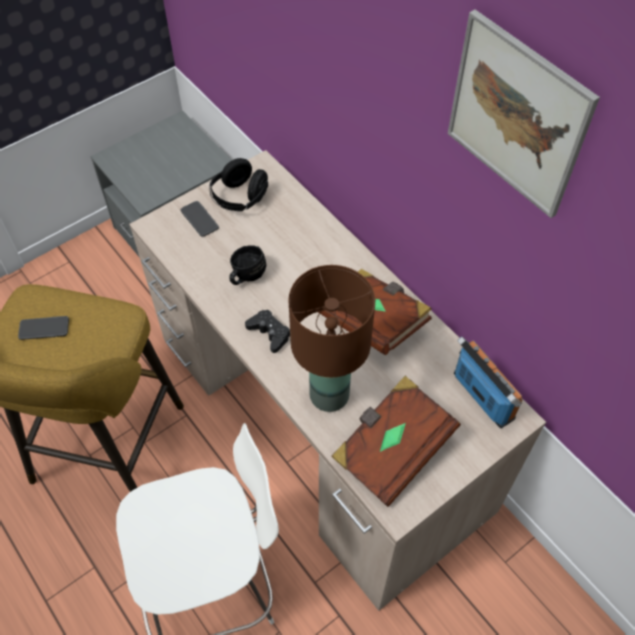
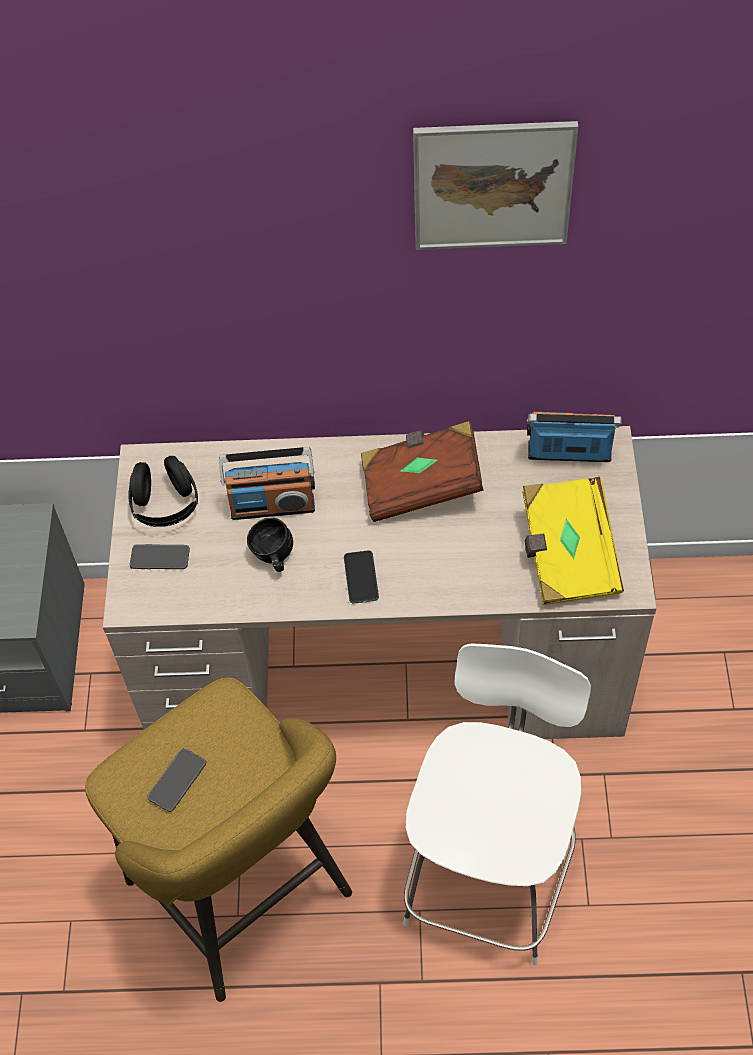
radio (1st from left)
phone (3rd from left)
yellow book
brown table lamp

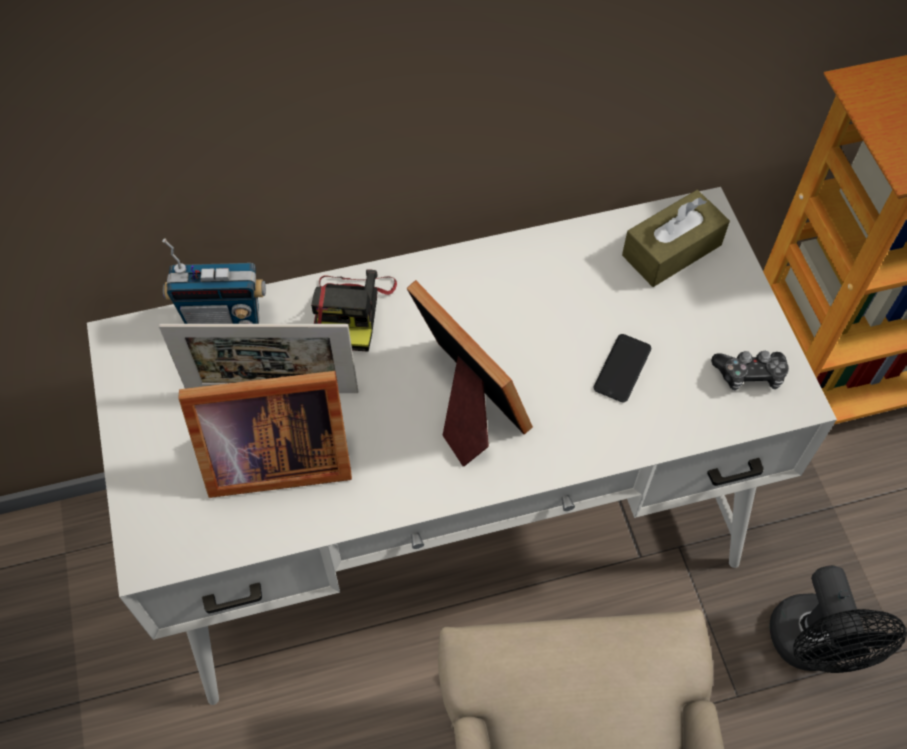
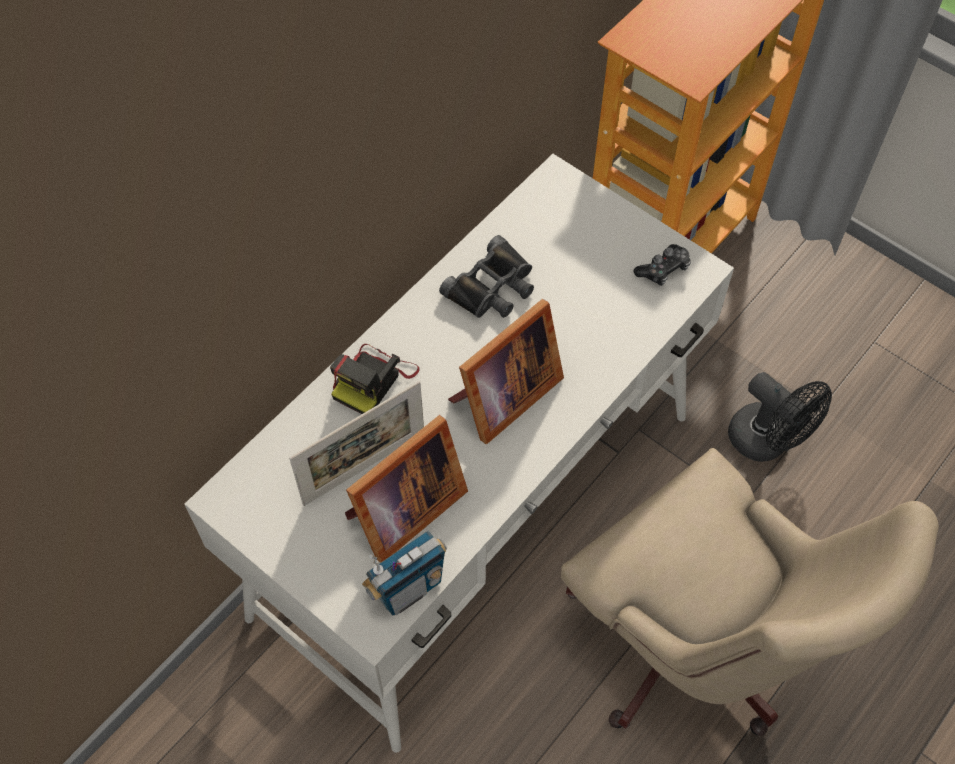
photo camera
radio
black binoculars
picture frame (3rd from left)
phone
brown tissue box

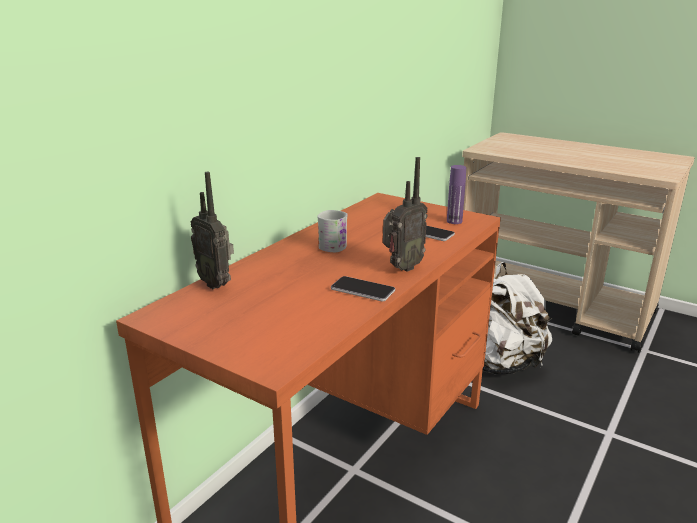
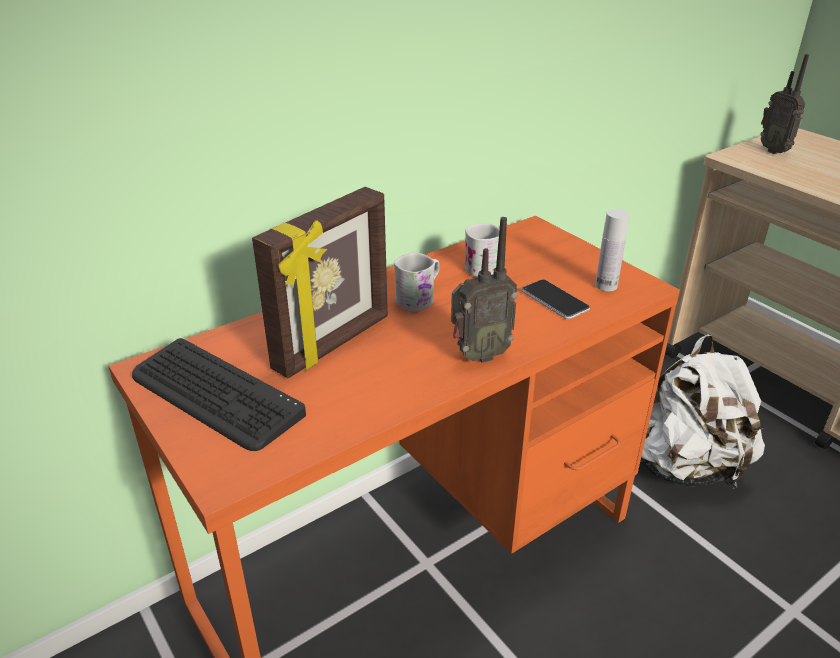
keyboard
picture frame
white mug (2nd from left)
white bottle
radio (2nd from left)
phone (1st from left in the first image)

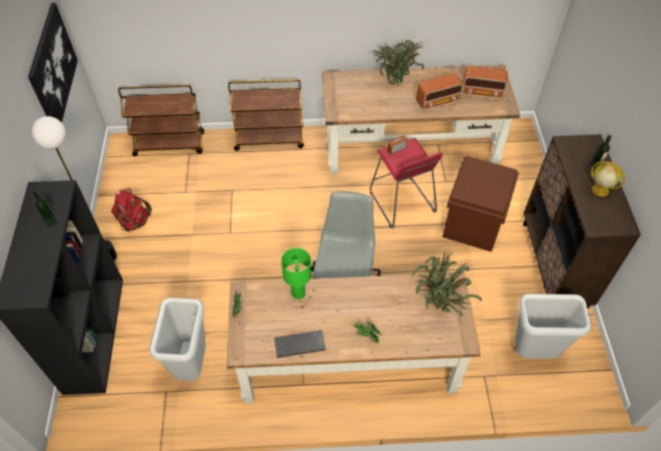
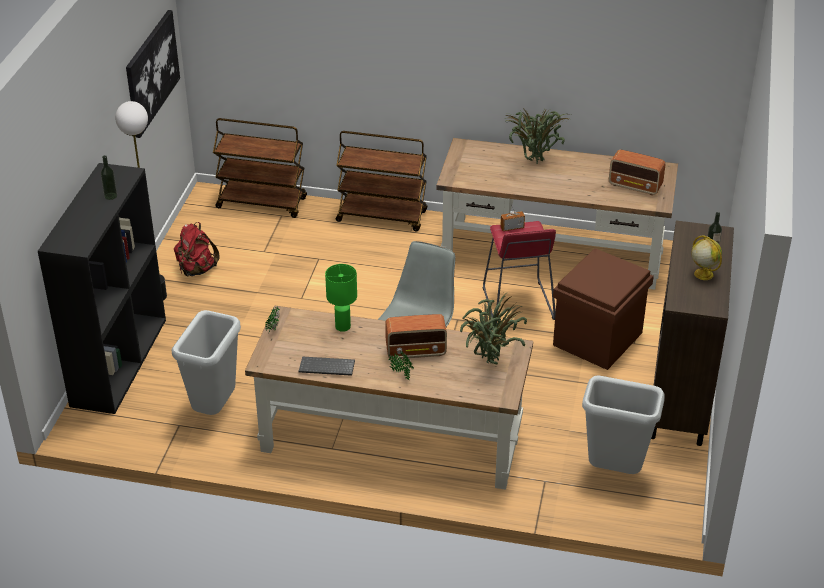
radio (1st from left)

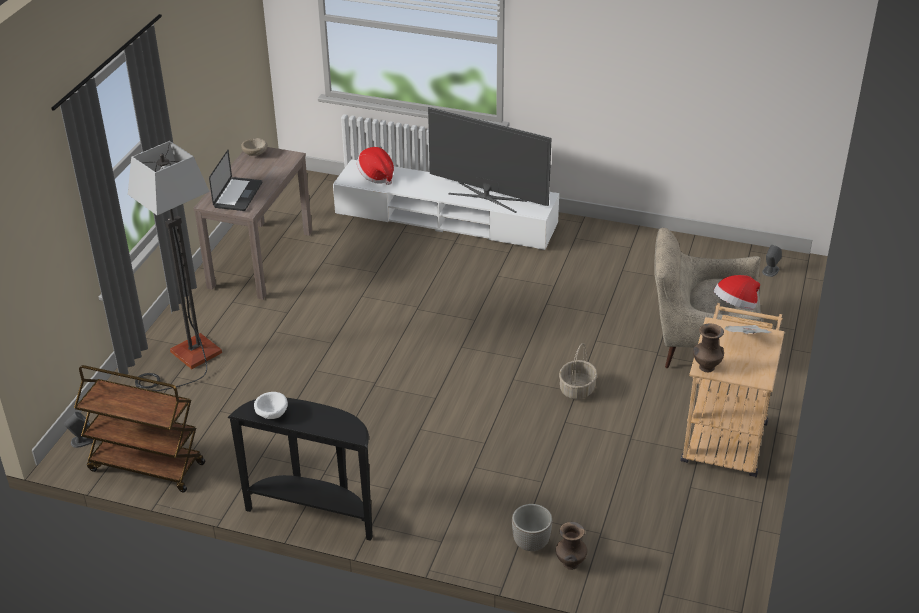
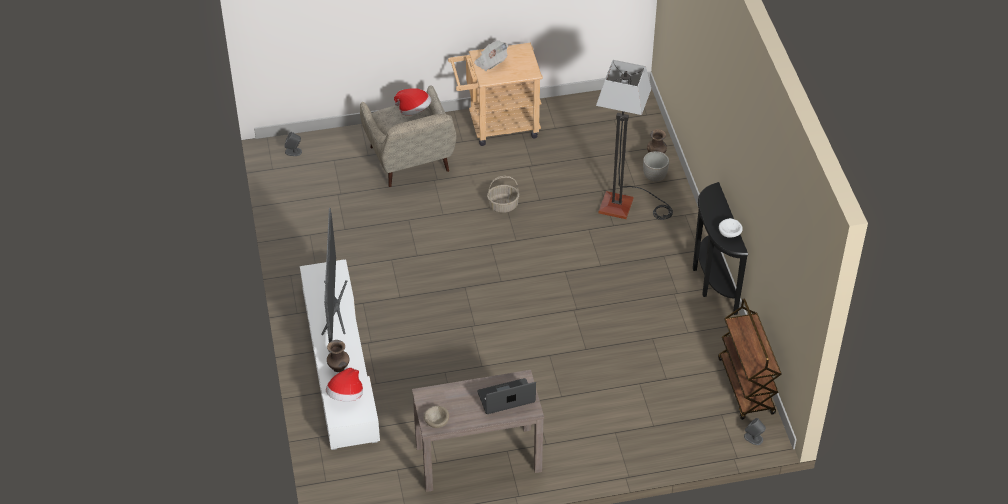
brown vase (1st from left)
floor lamp

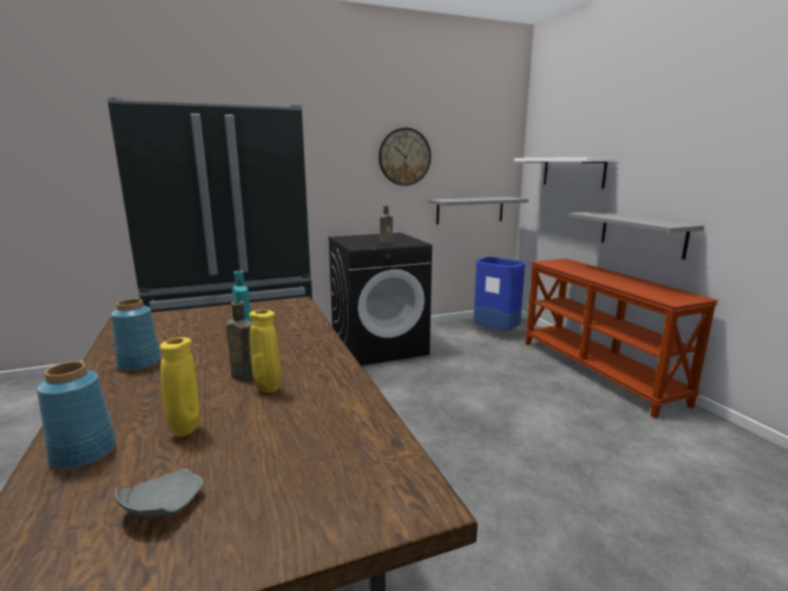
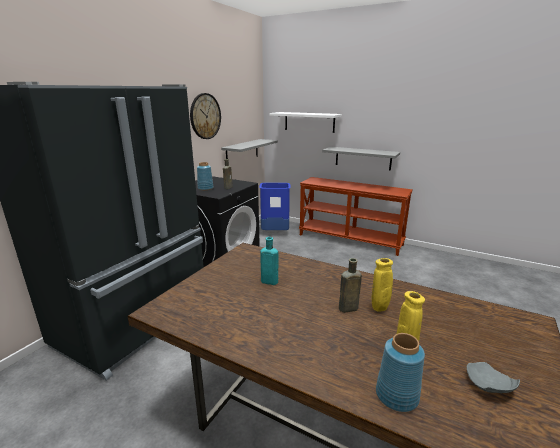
blue vase (1st from left)

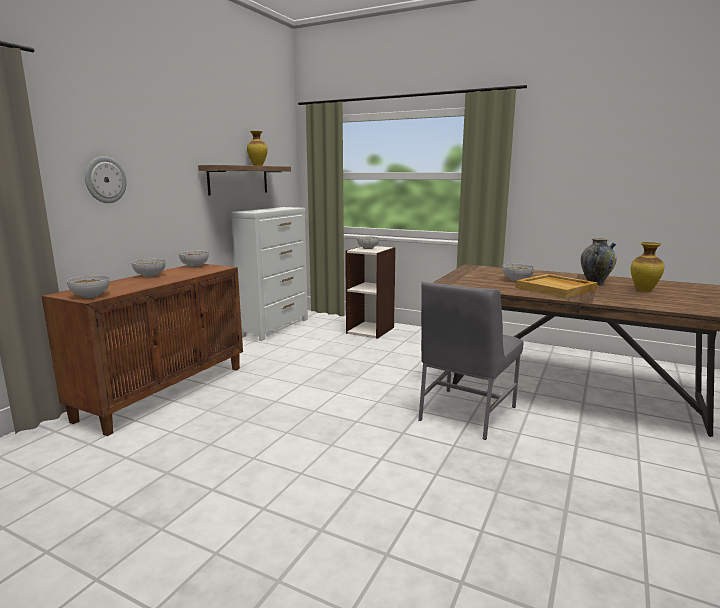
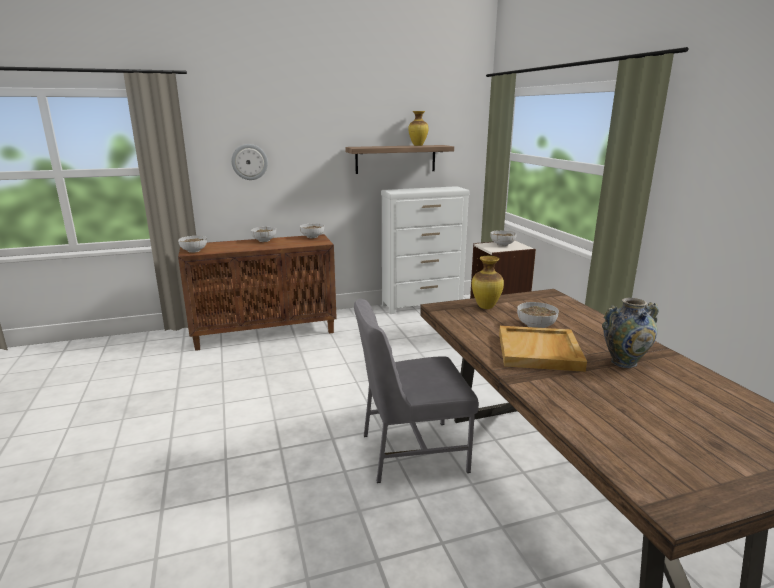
vase (2nd from left)

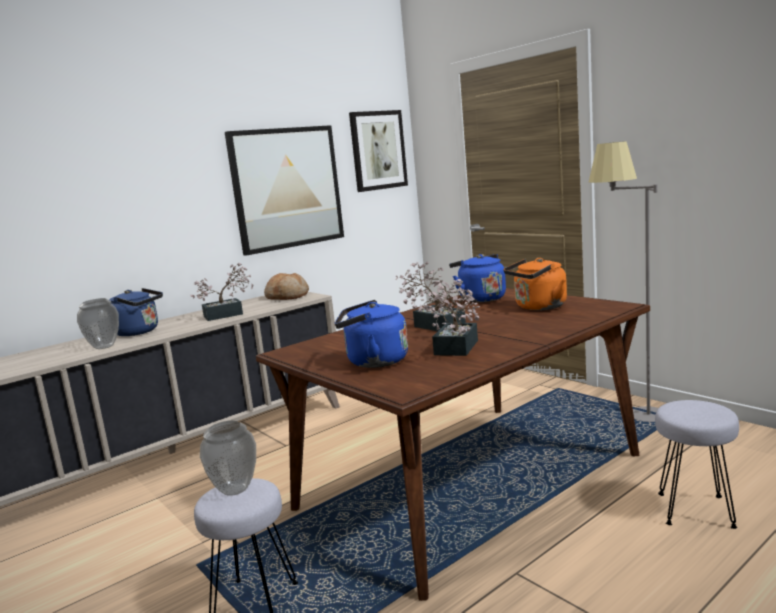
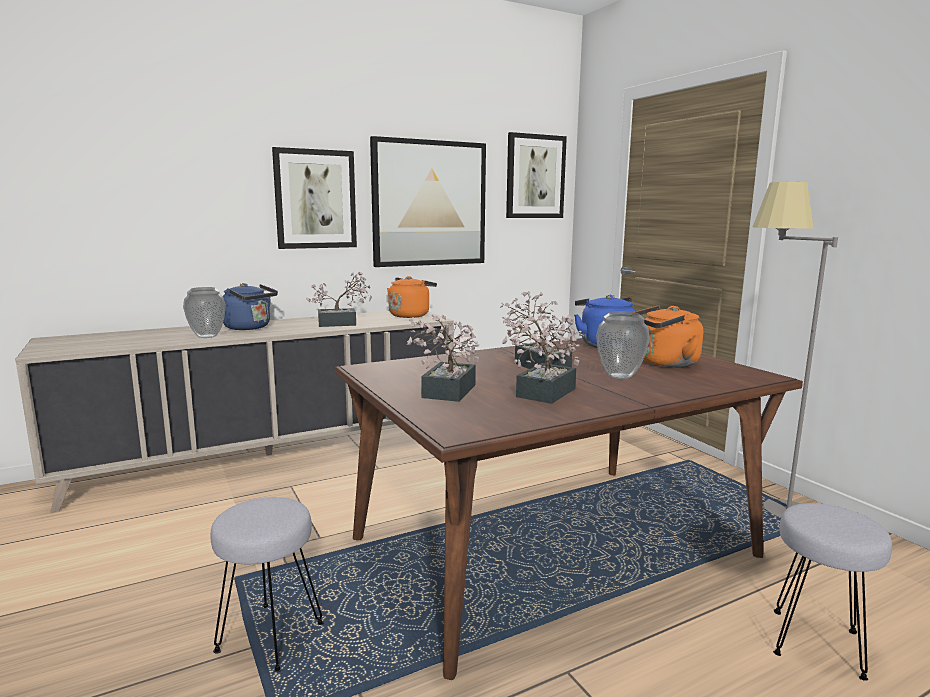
picture (1st from left)
orange kettle (1st from left)
potted plant (2nd from left)
vase (2nd from left)

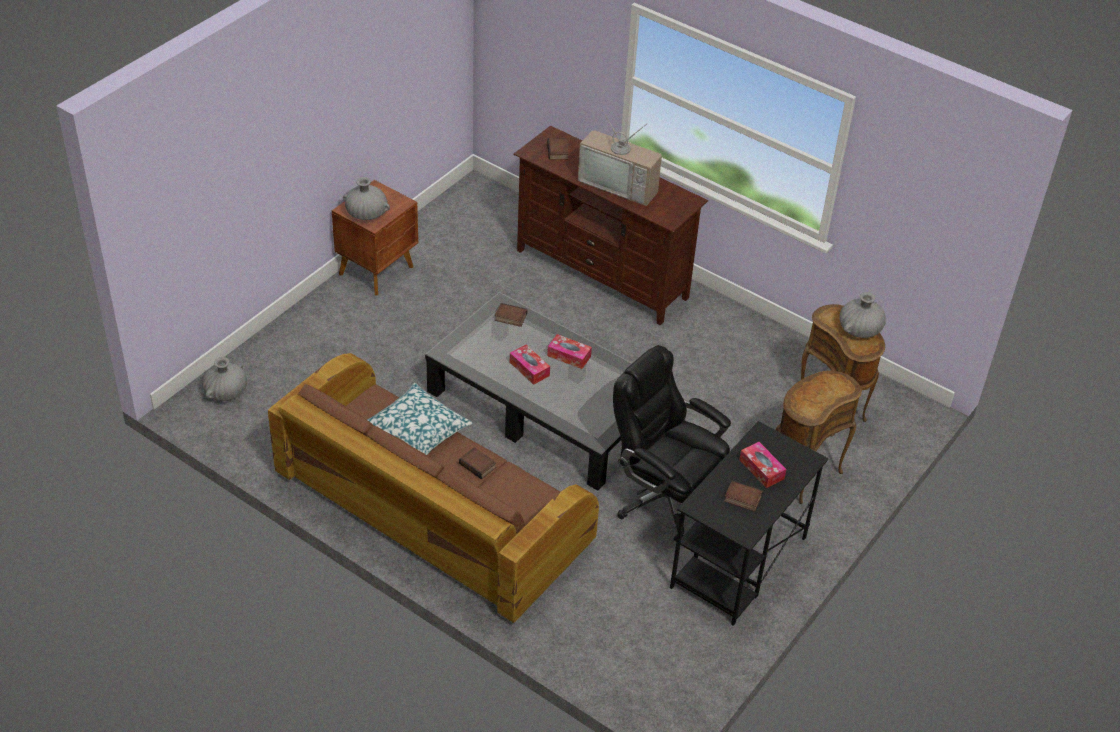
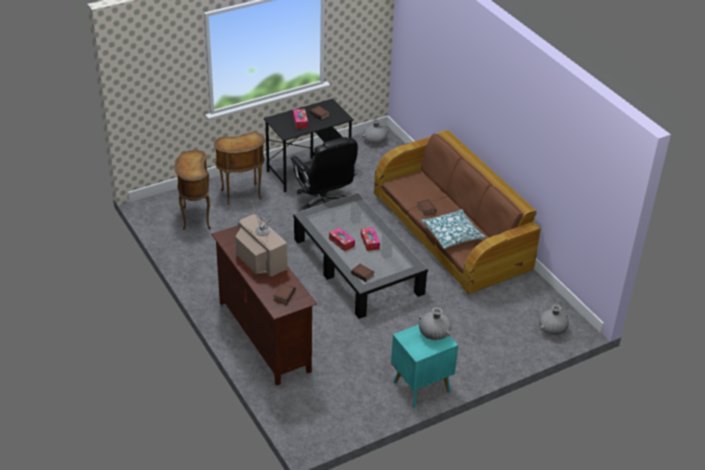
grey vase (1st from left)
turquoise nightstand

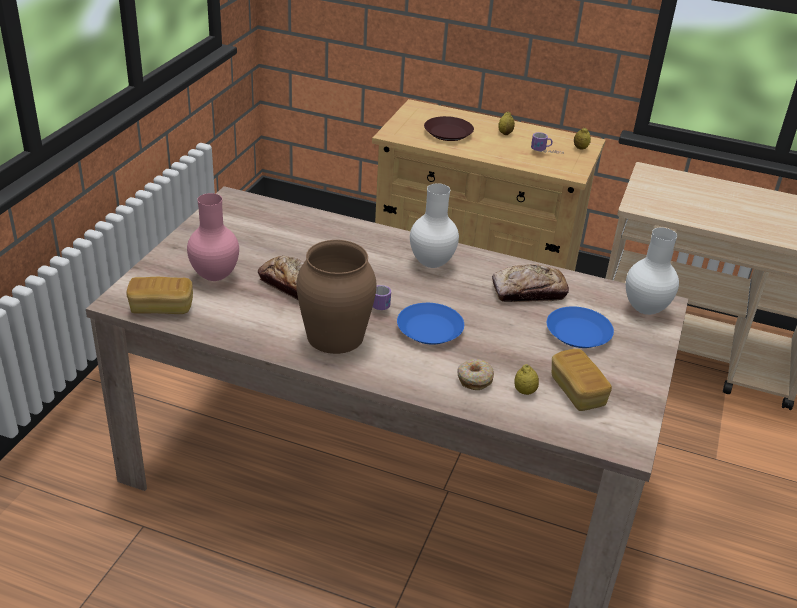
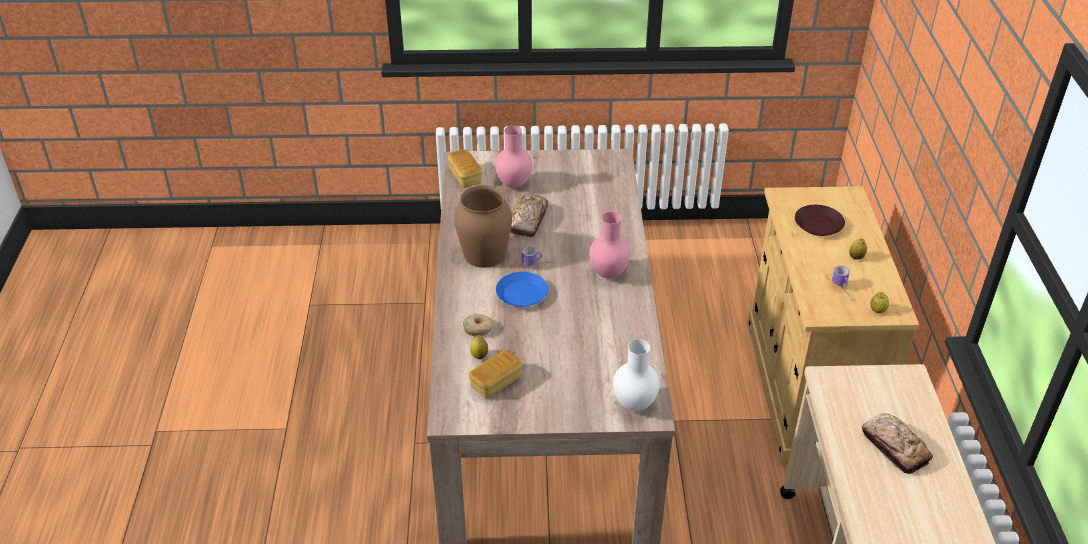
pink vase (2nd from left)
bread (4th from left)
blue plate (2nd from left in the first image)

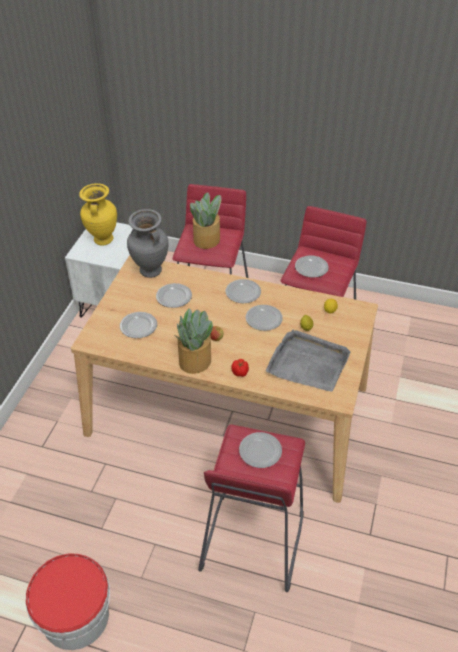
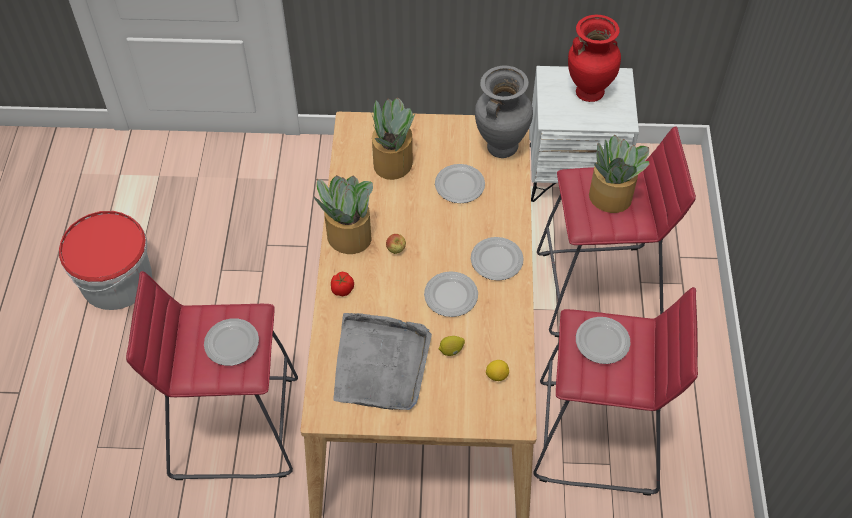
potted plant (2nd from left)
red vase

